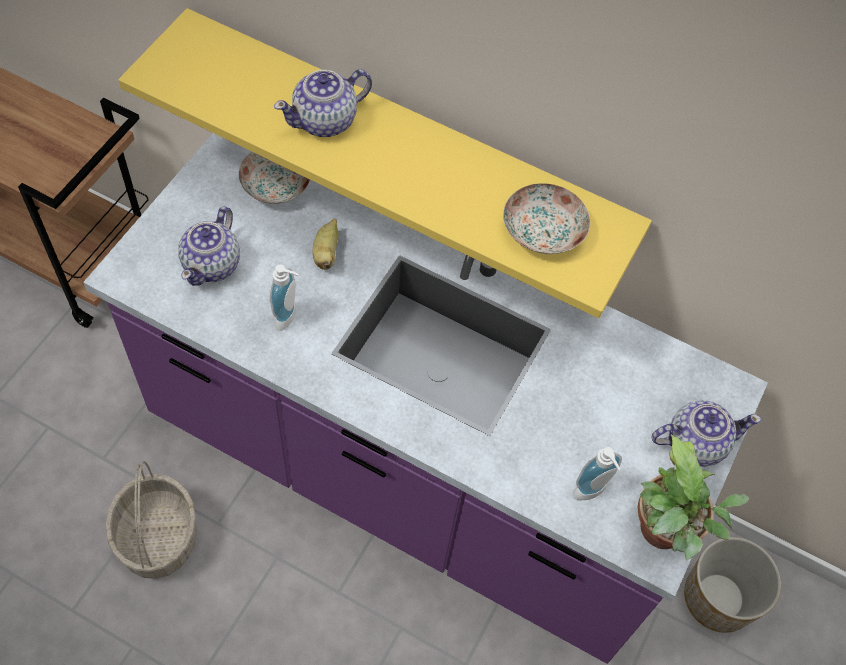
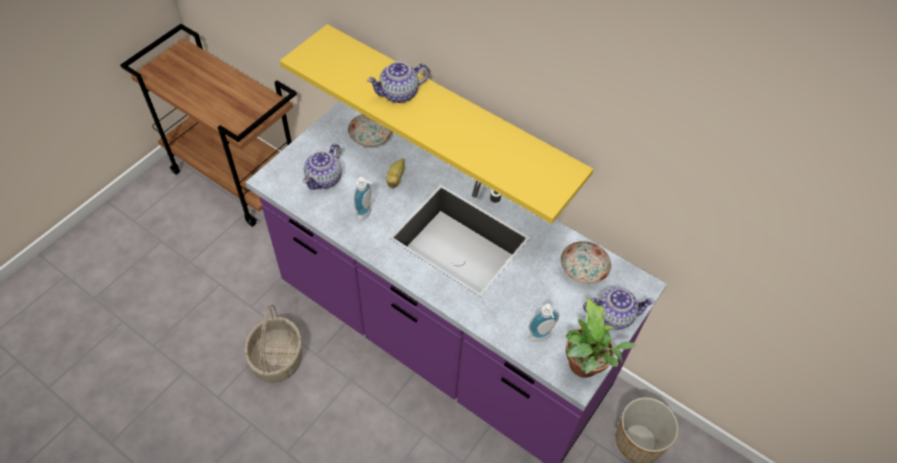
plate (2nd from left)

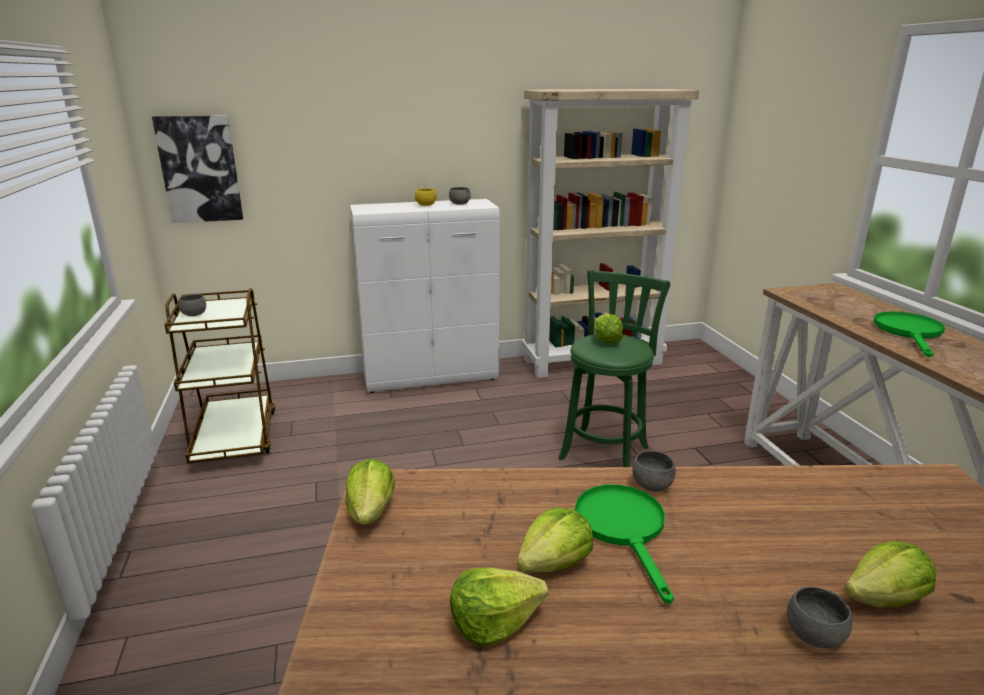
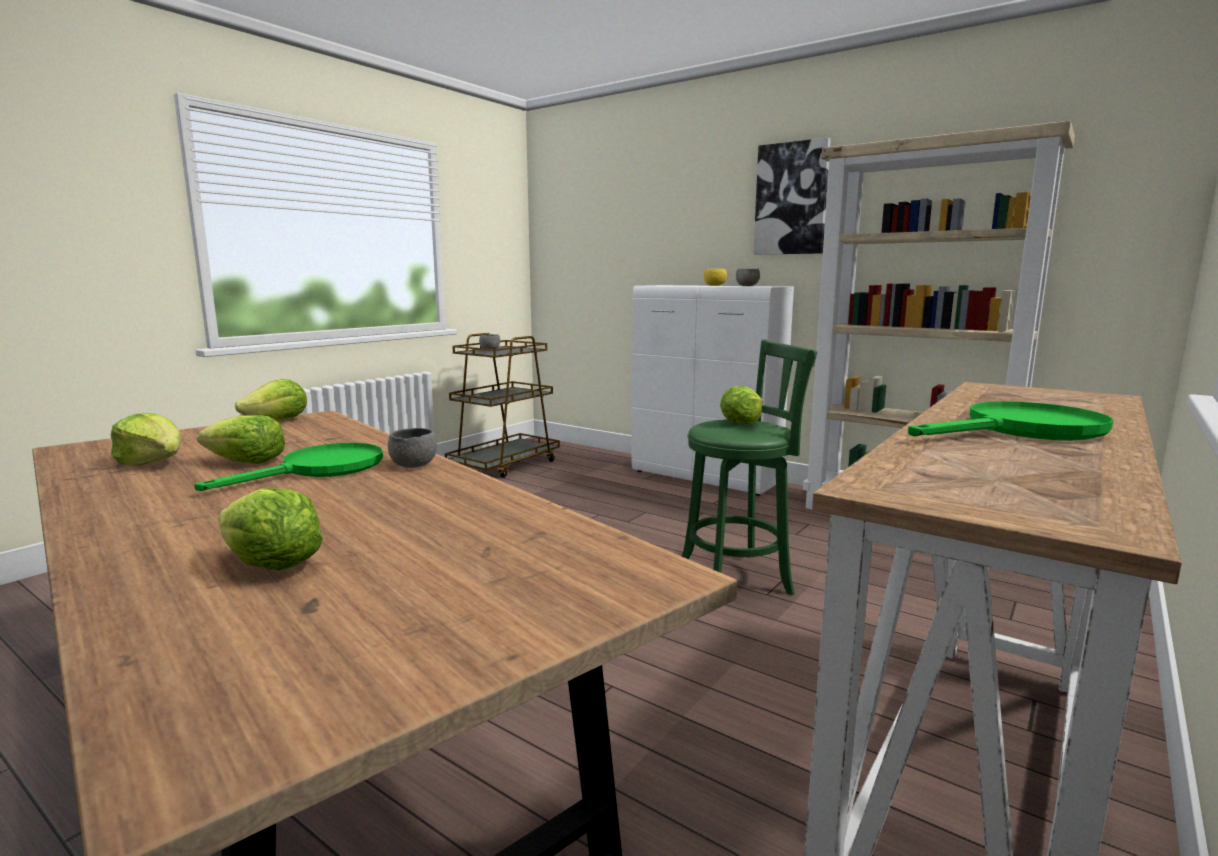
picture
grey bowl (4th from left in the first image)

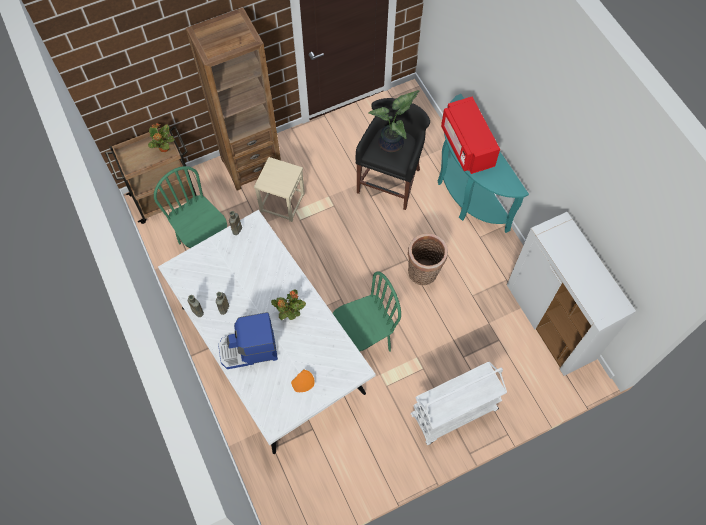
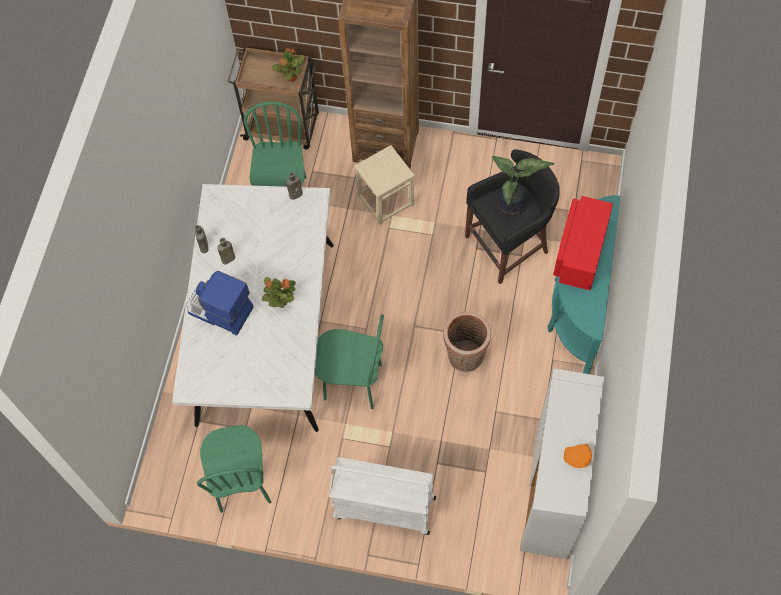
green chair (1st from left)
orange plate

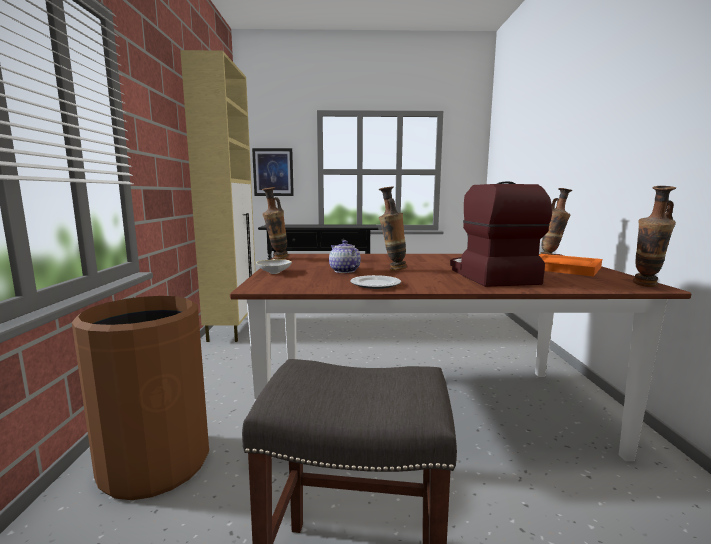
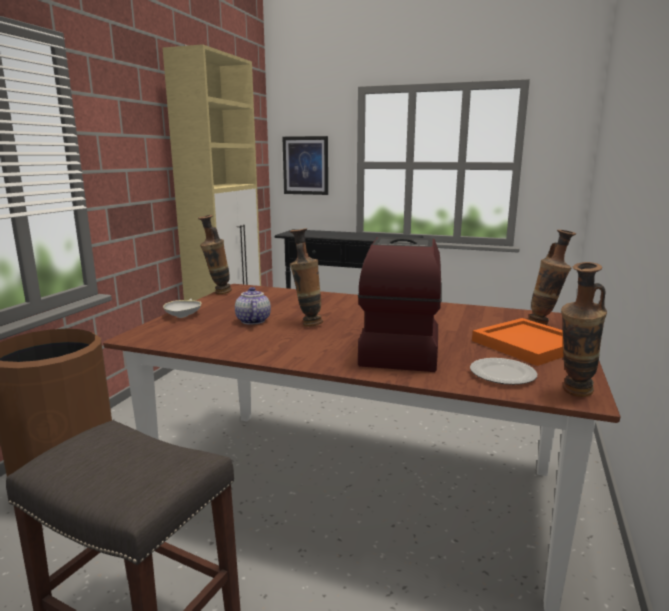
plate

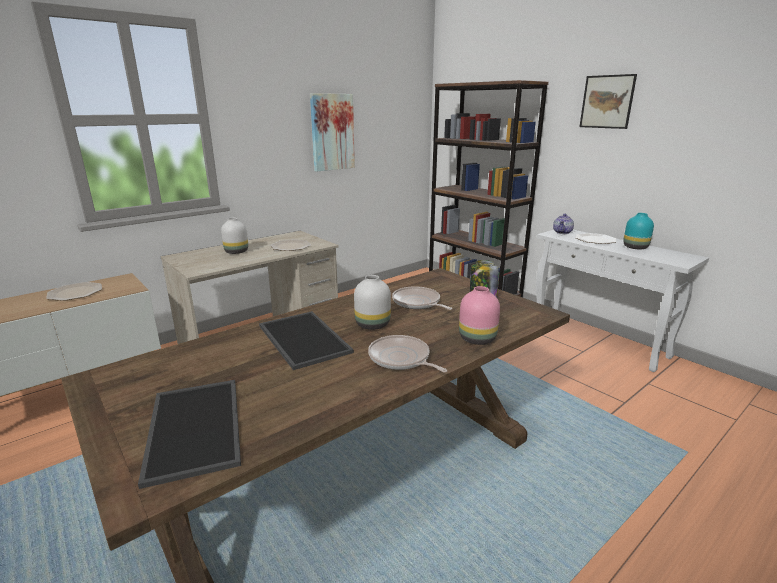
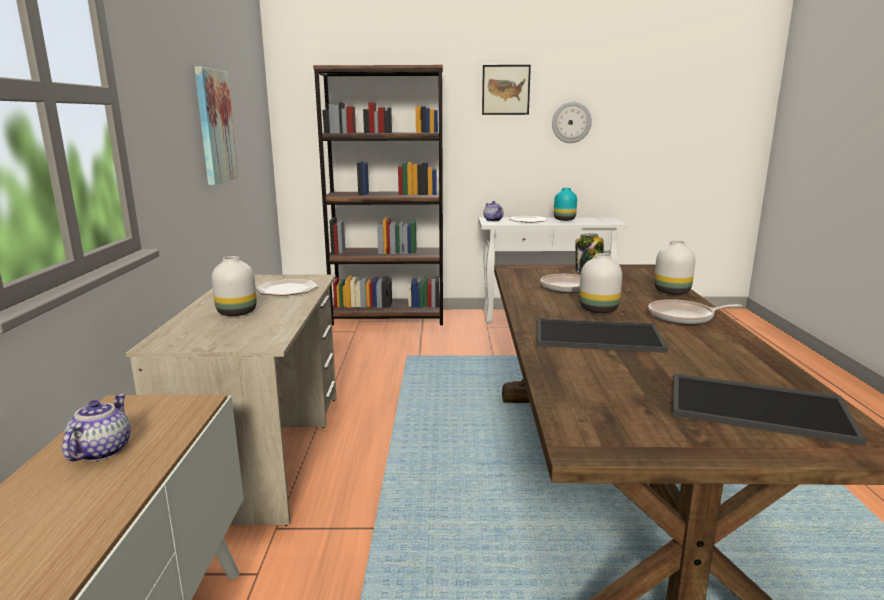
teapot (1st from left)
wall clock
white vase (3rd from left)

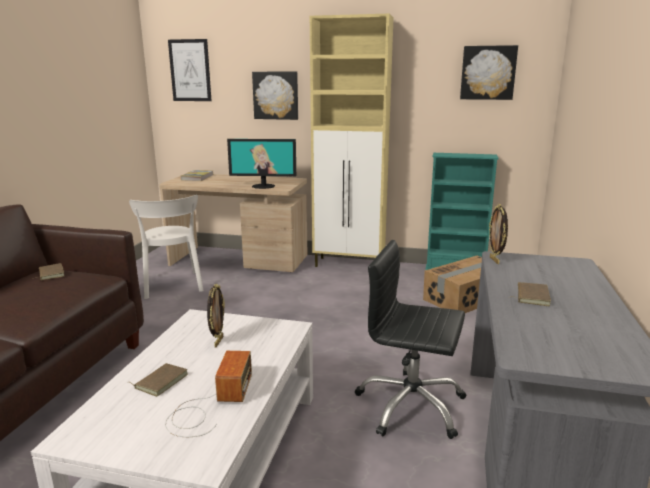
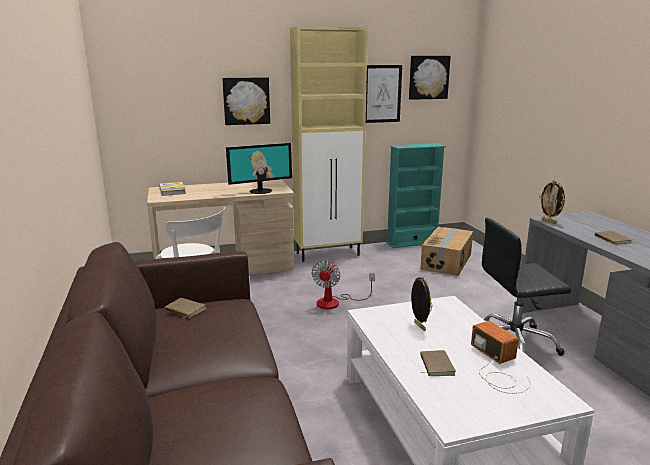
fan
picture (2nd from left)

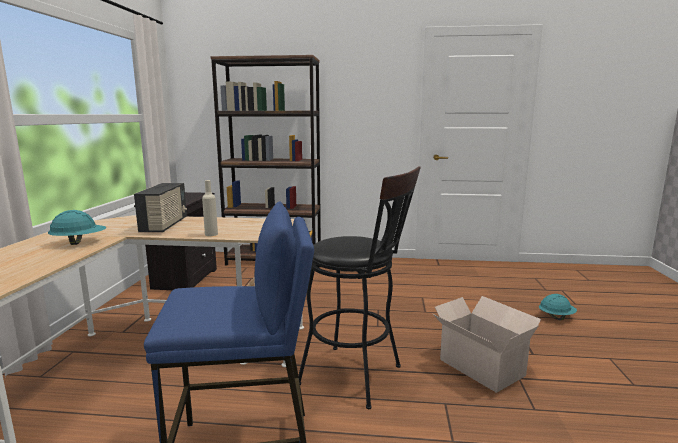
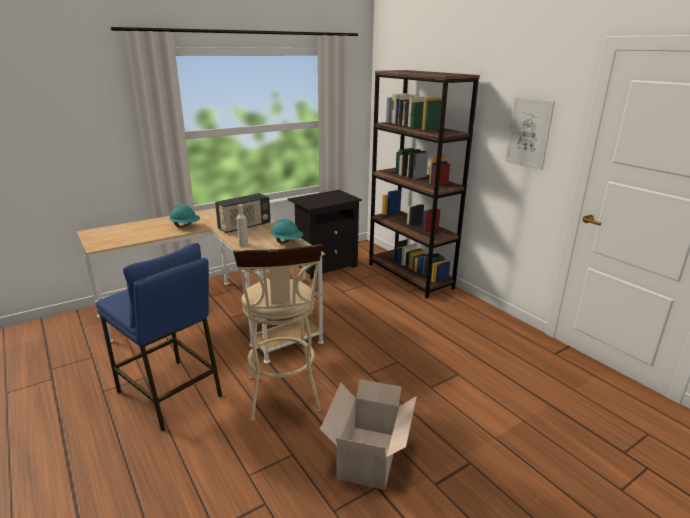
beige stool
turquoise hard hat (2nd from left)
picture

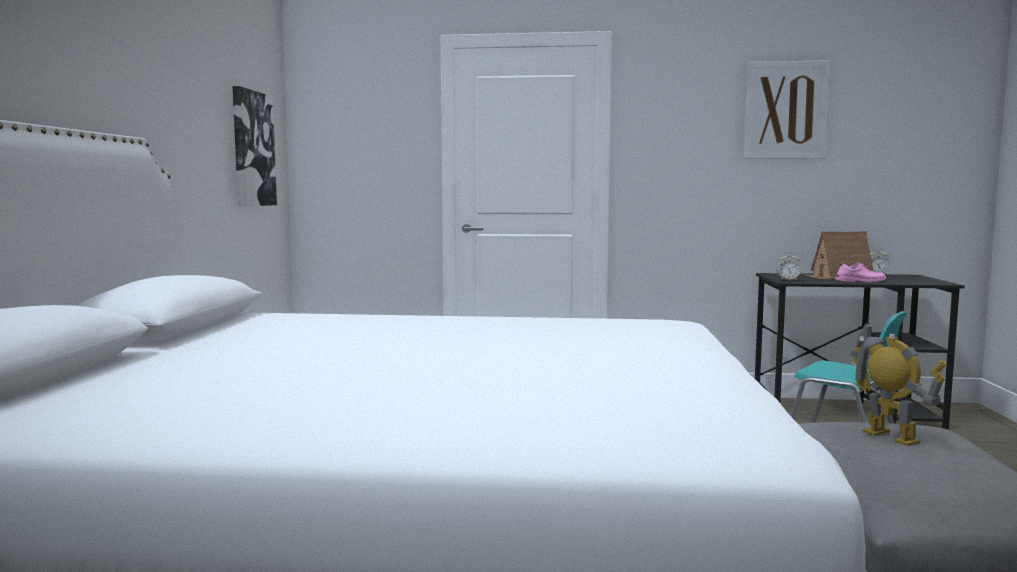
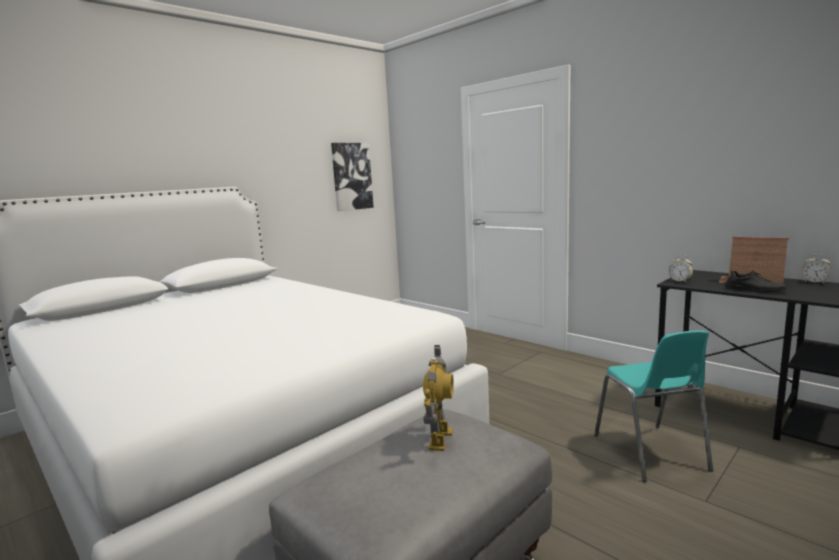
black shoe
picture (2nd from left in the first image)

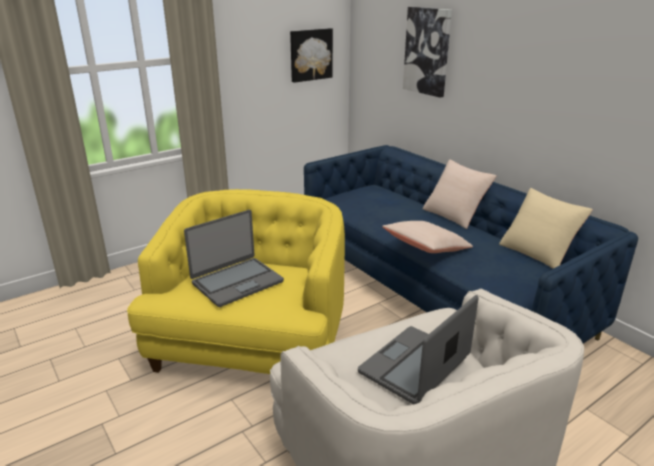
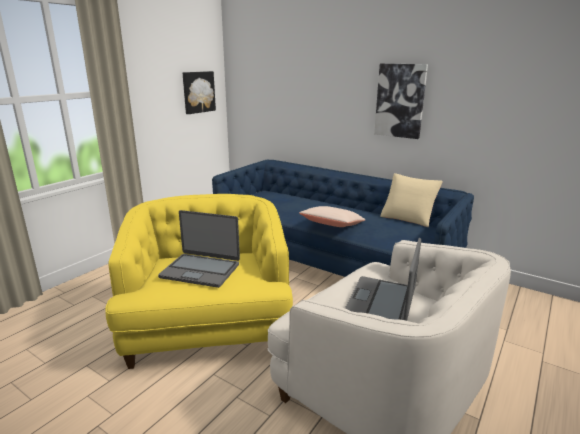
laptop (1st from left)
picture (2nd from left)
beige pillow (2nd from left in the first image)

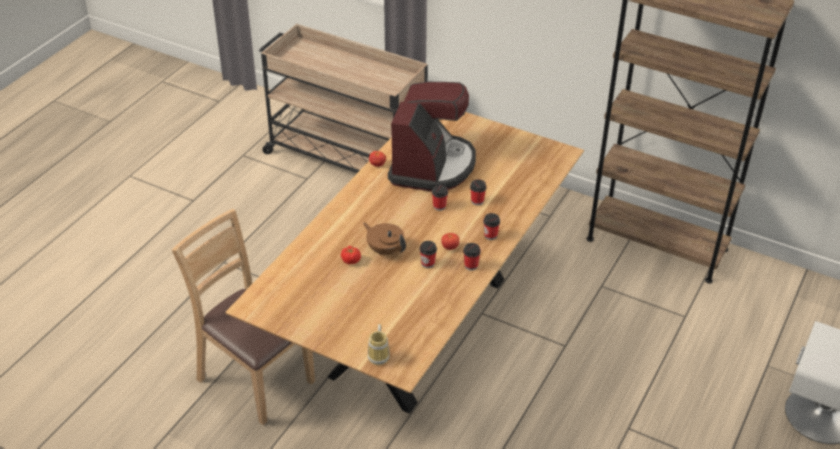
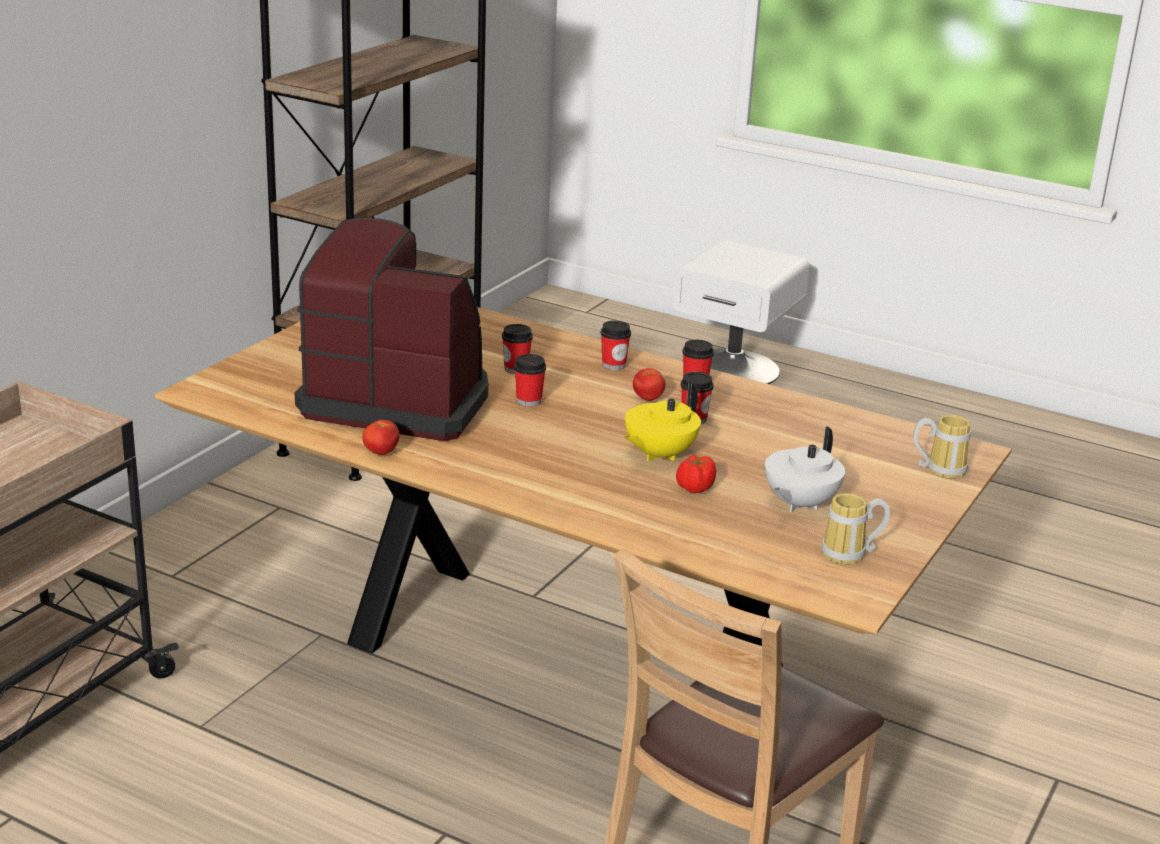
yellow teapot
white teapot
mug (1st from left)

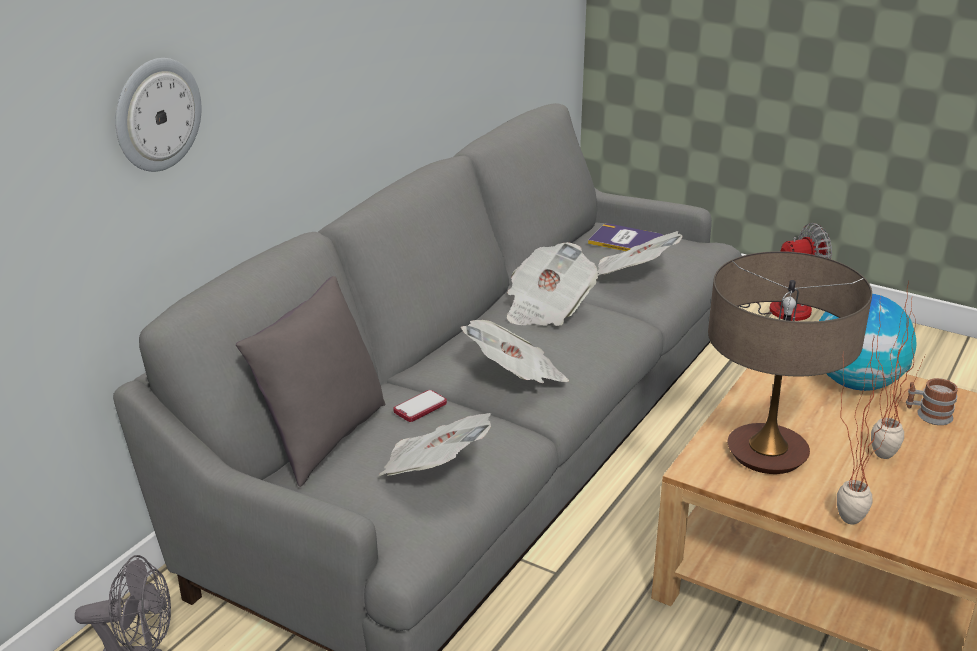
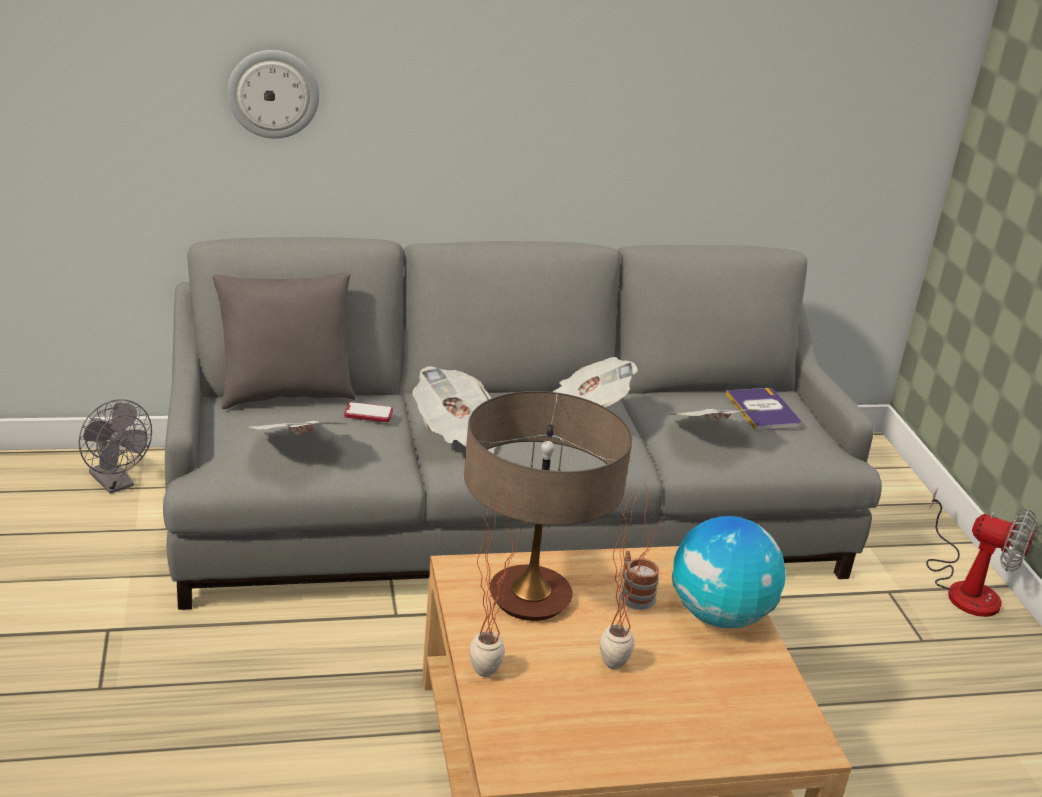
mug

